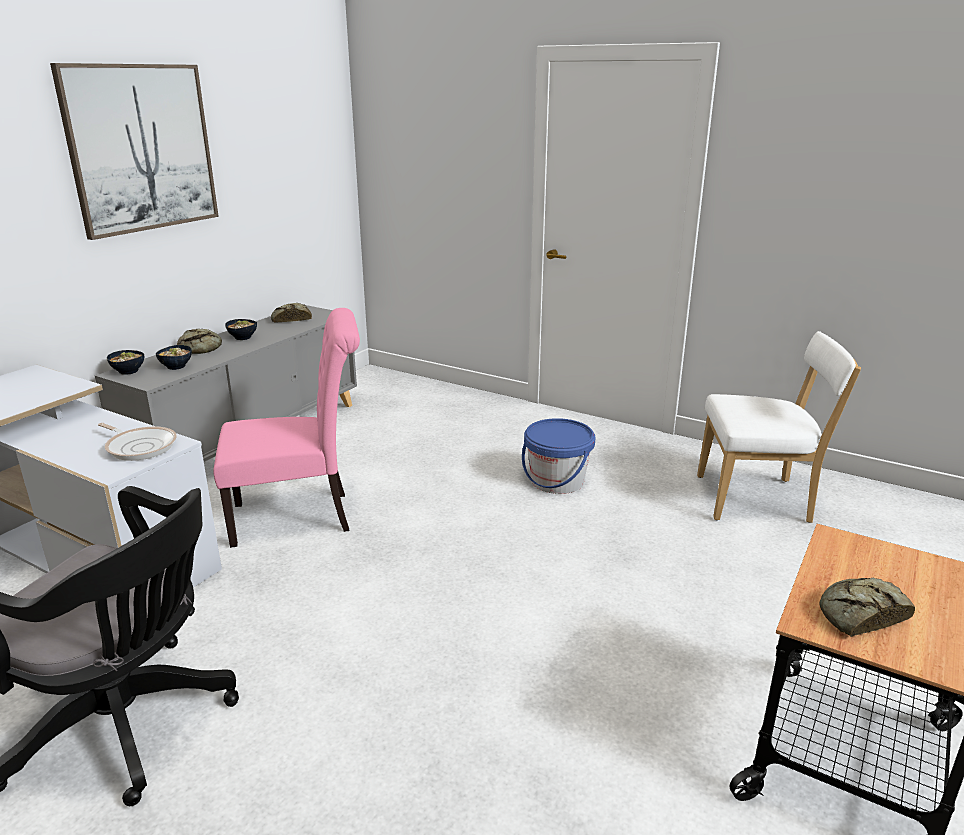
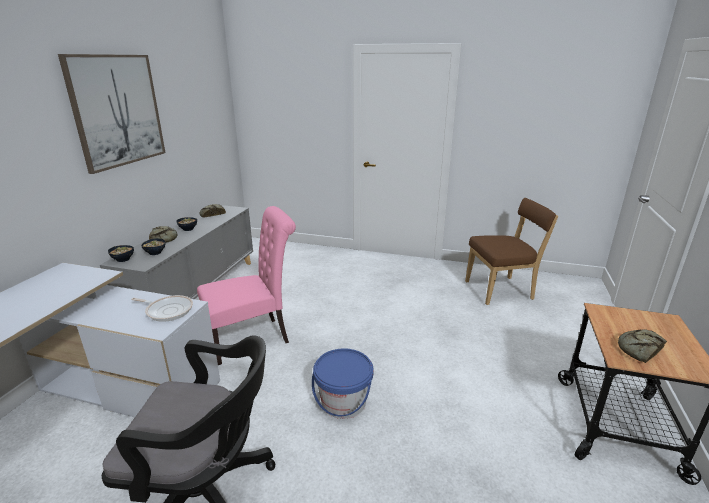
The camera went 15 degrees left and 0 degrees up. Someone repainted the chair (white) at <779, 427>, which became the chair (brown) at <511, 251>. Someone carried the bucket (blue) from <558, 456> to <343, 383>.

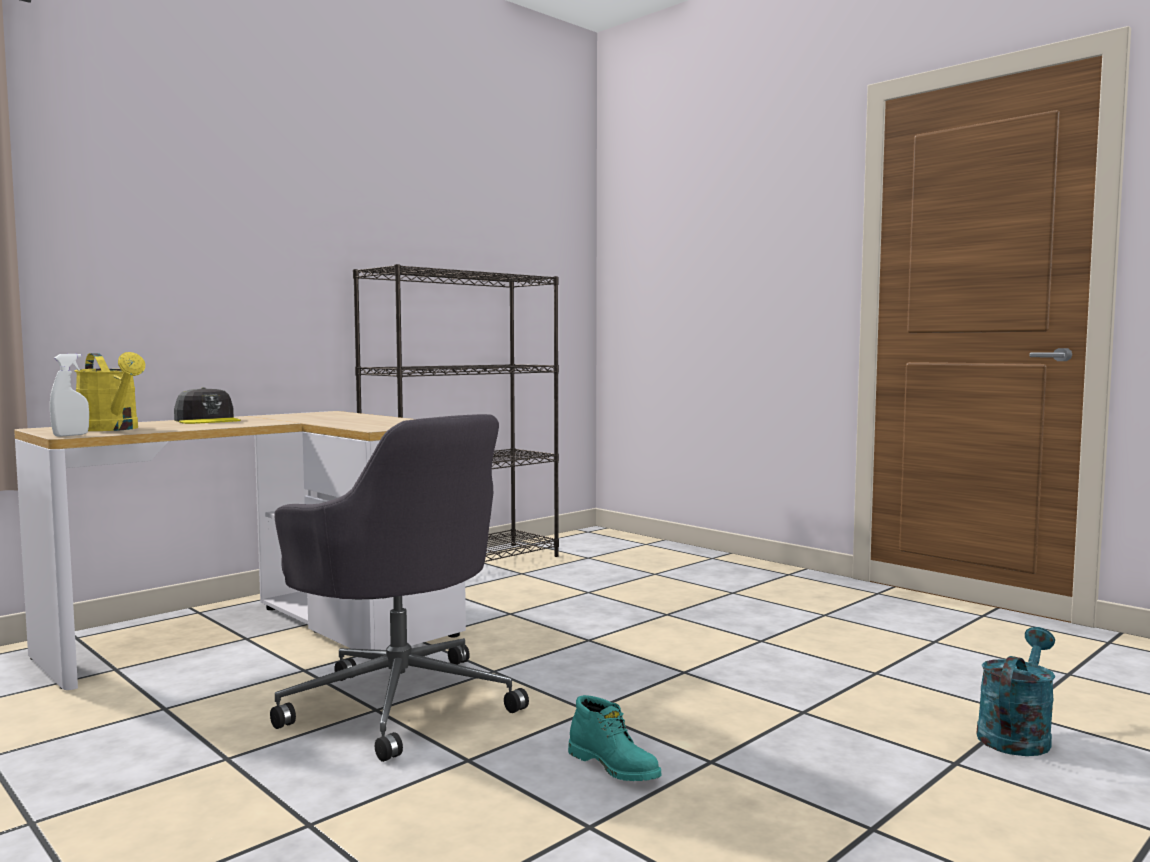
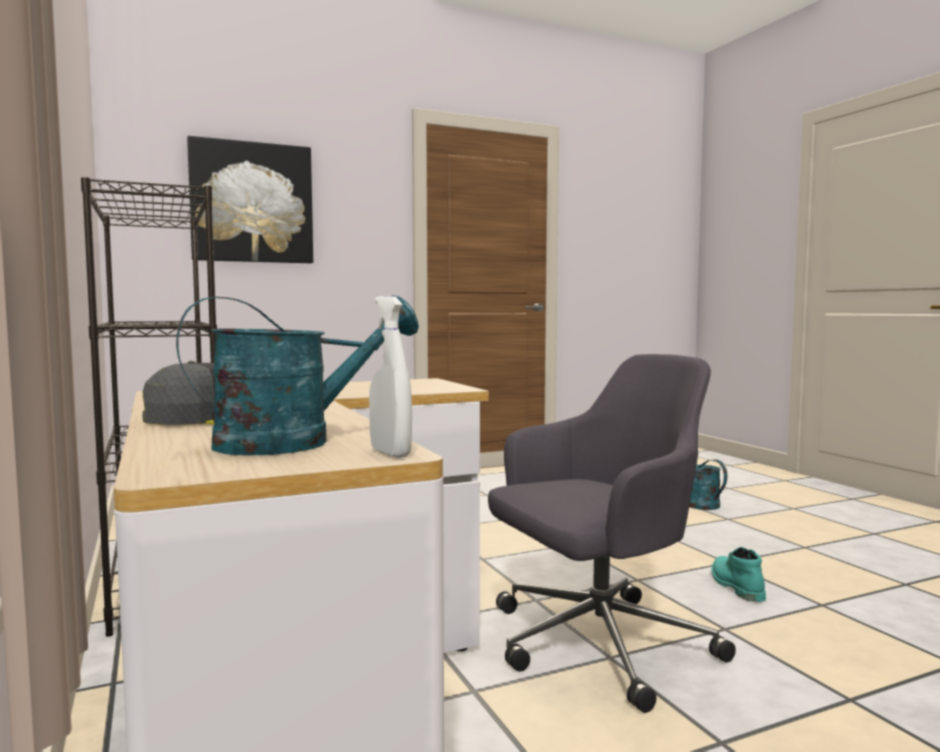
The camera went 70 degrees left and 0 degrees up. Someone repainted the watering can (yellow) at <110, 391>, which became the watering can (turquoise) at <297, 375>. Someone rotated the boot (turquoise) at <614, 738> by 75 degrees counterclockwise. Someone put up the picture at <250, 199>.

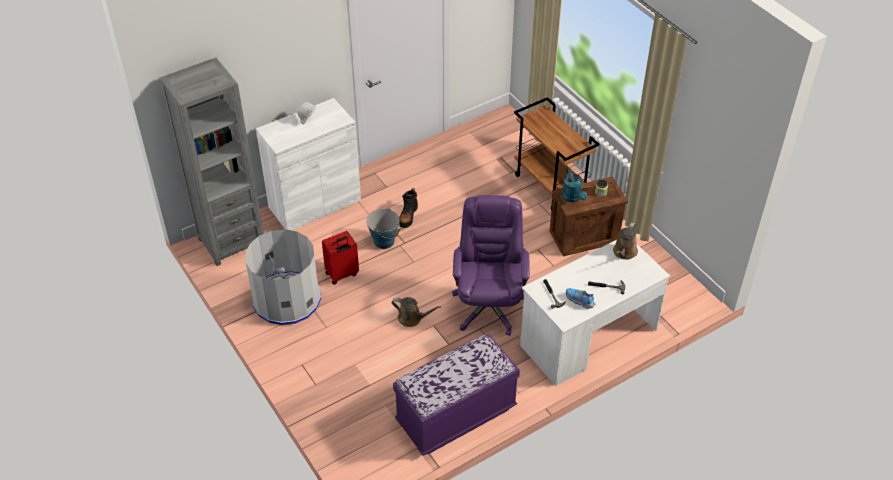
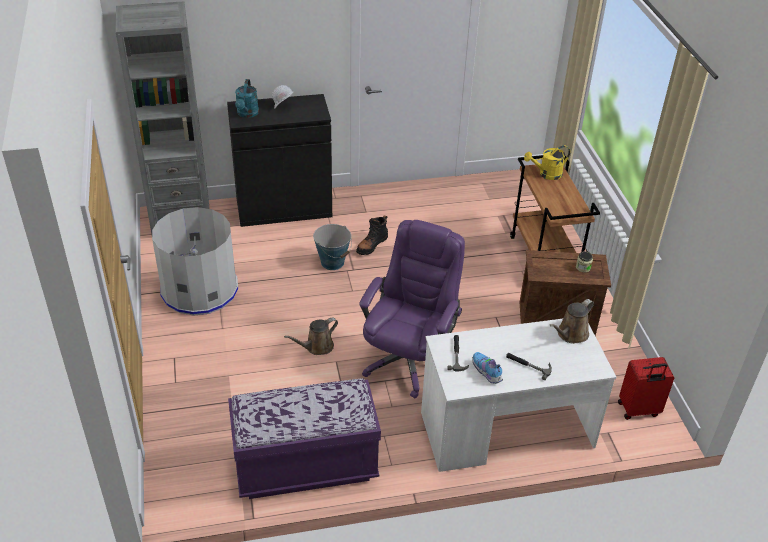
The camera went 20 degrees right and 5 degrees down. Someone repainted the cabinet (white) at <308, 164>, which became the cabinet (black) at <279, 160>. Someone carried the watering can (turquoise) from <574, 185> to <247, 98>. Someone carried the suitcase (red) from <340, 258> to <646, 388>. Someone rotated the watering can (brown) at <416, 312> by 105 degrees clockwise. Someone put down the watering can (yellow) at <547, 162>.

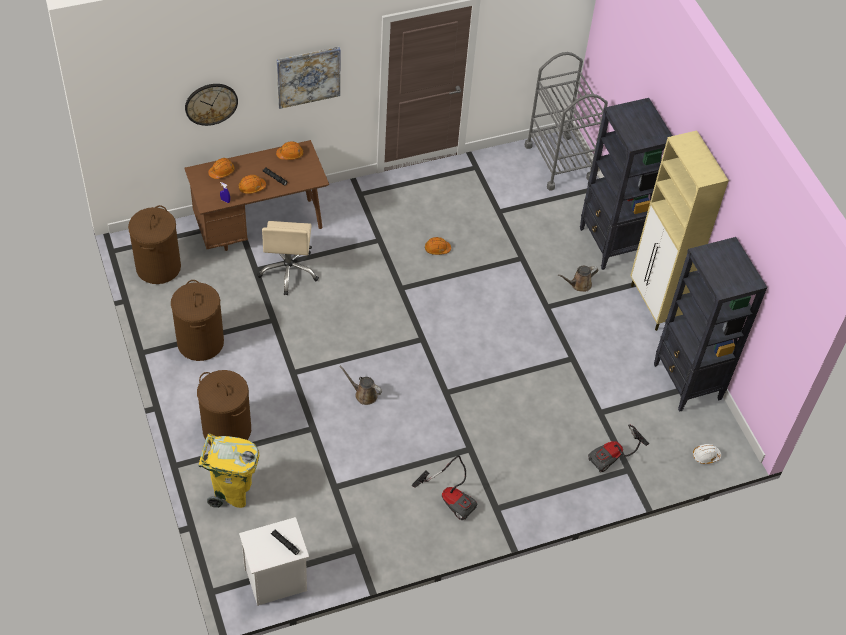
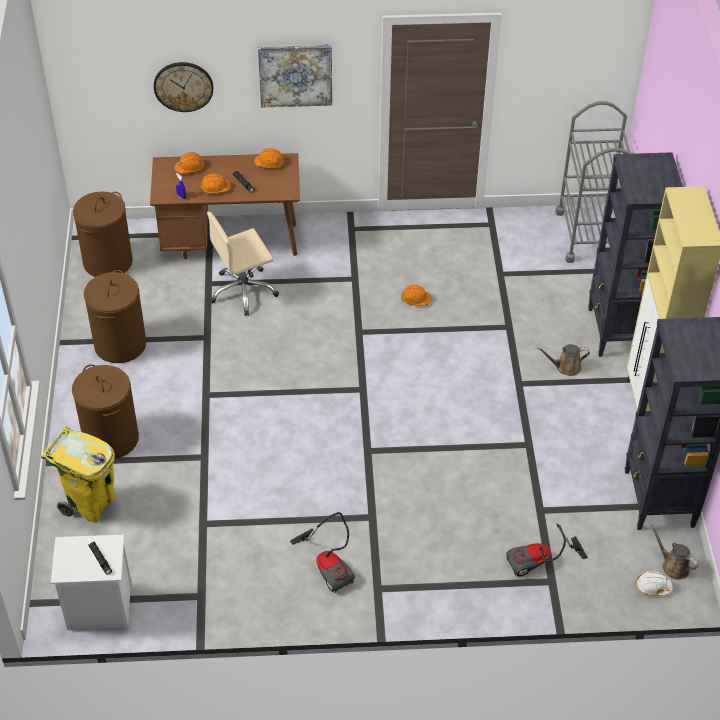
The camera went 20 degrees right and 5 degrees down. Someone rotated the office chair (beige) at <288, 258> by 45 degrees clockwise. Someone carried the watering can (brown) from <360, 385> to <674, 552>.

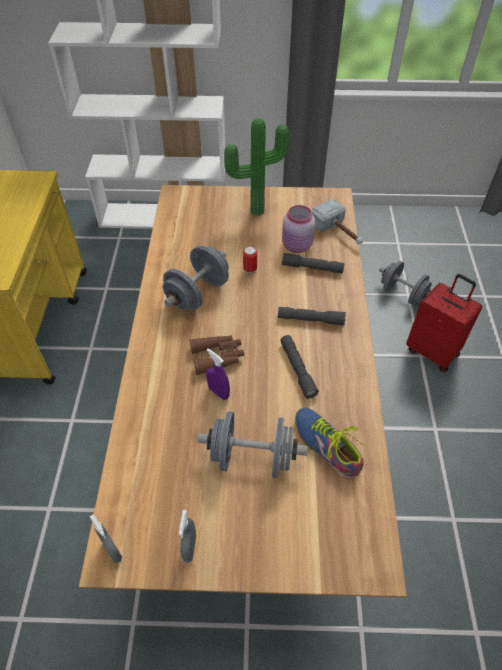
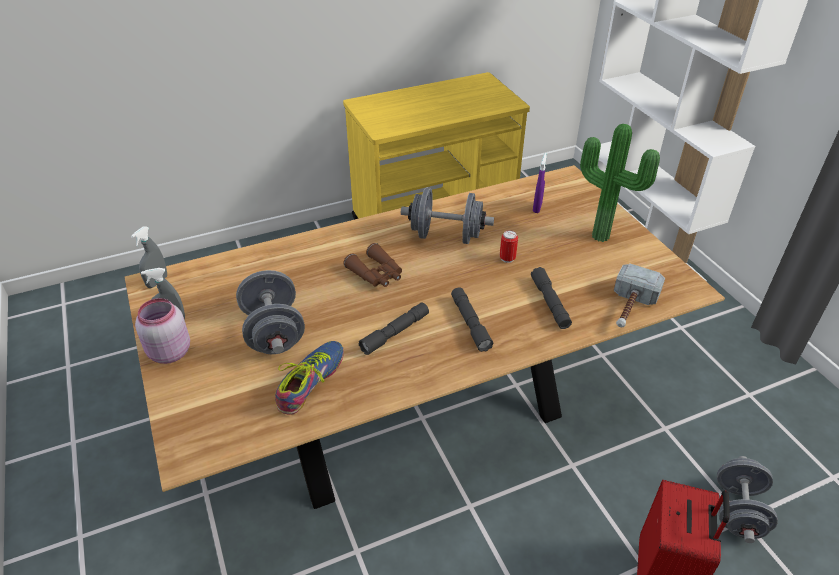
The camera went 65 degrees right and 10 degrees down. Someone carried the jar (pink) from <299, 229> to <162, 331>. Someone carried the spray bottle (purple) from <218, 374> to <540, 183>.

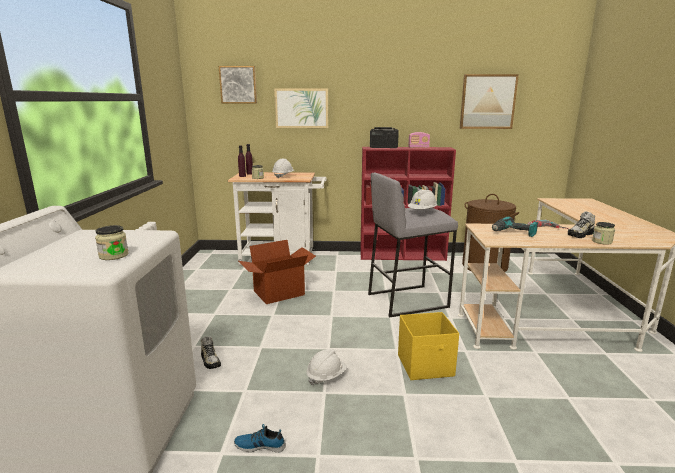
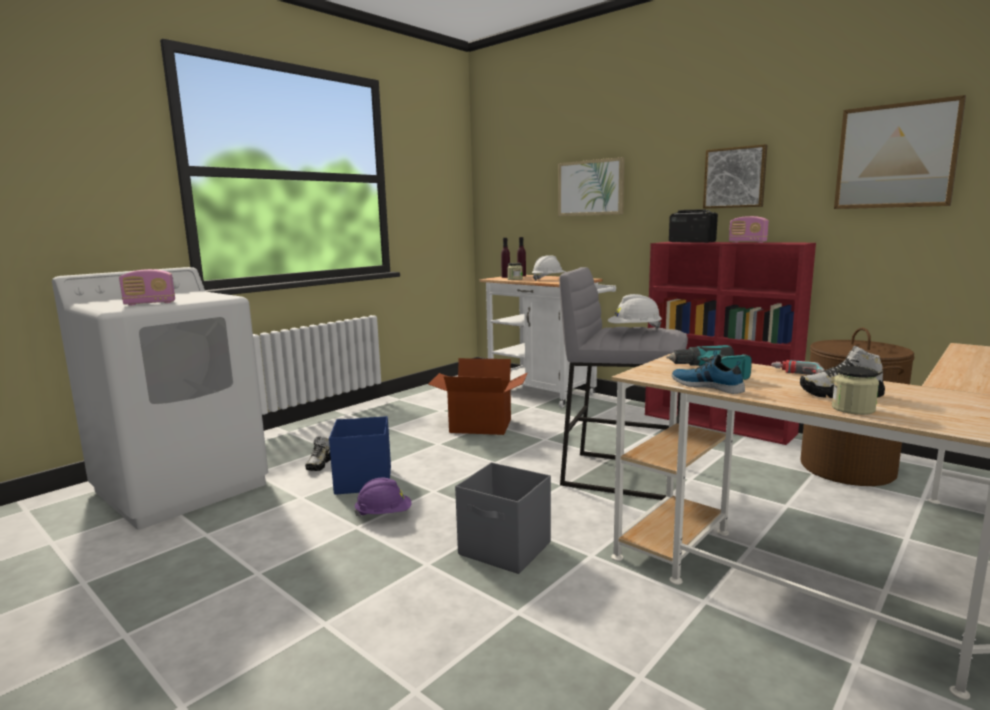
The camera went 40 degrees right and 5 degrees down. Someone carried the picture from <238, 85> to <735, 176>. Someone swapped the jar at <112, 242> for the radio at <147, 287>. Someone repainted the storage box (yellow) at <428, 346>, which became the storage box (grey) at <503, 518>. Someone repainted the hard hat (white) at <326, 367>, which became the hard hat (purple) at <383, 497>. Someone carried the shoe from <260, 438> to <708, 372>. Someone put down the storage box (blue) at <360, 455>.

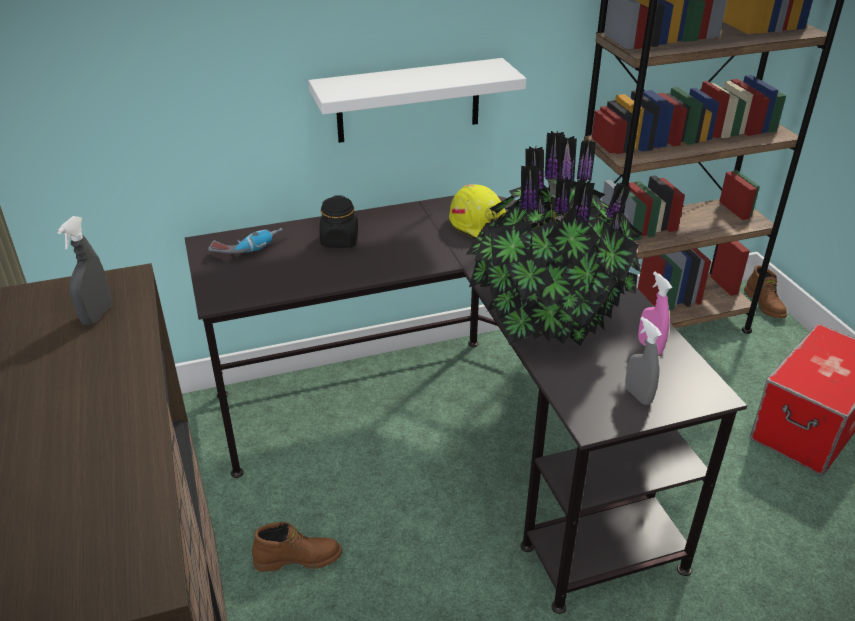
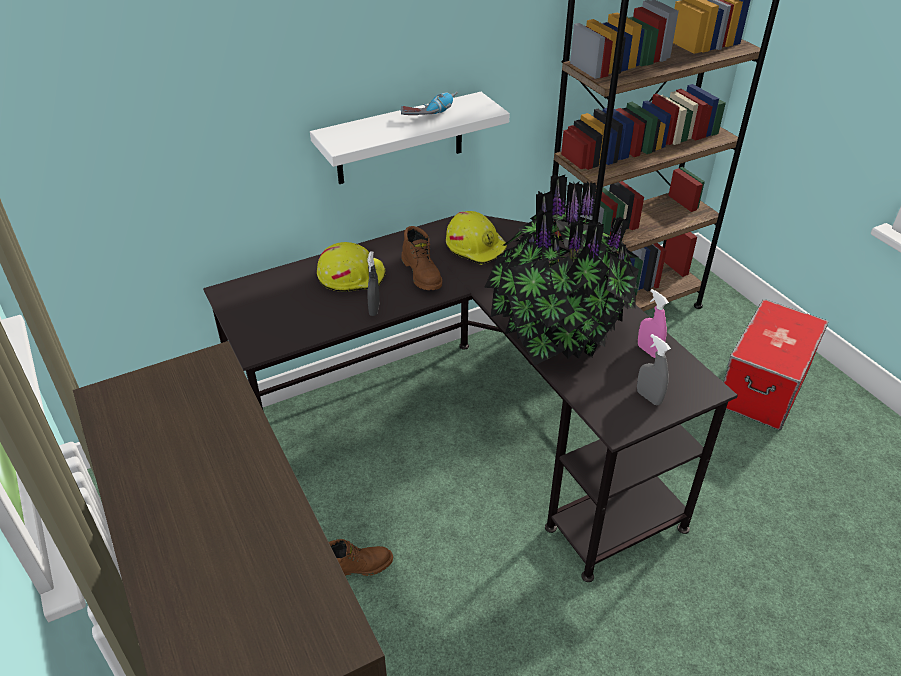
The camera went 10 degrees left and 5 degrees up. Someone swapped the jar (black) at <338, 222> for the hard hat (yellow) at <351, 267>. Someone carried the spray bottle (grey) from <84, 270> to <373, 283>. Someone carried the power drill from <245, 240> to <429, 103>. Someone carried the boot (brown) from <765, 291> to <421, 258>.

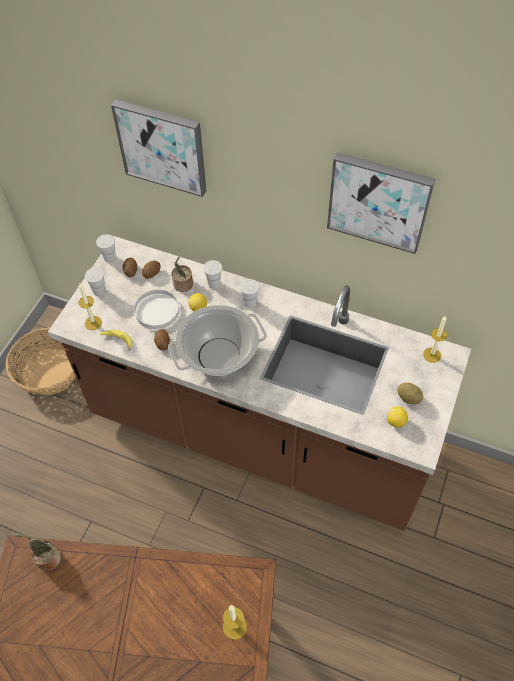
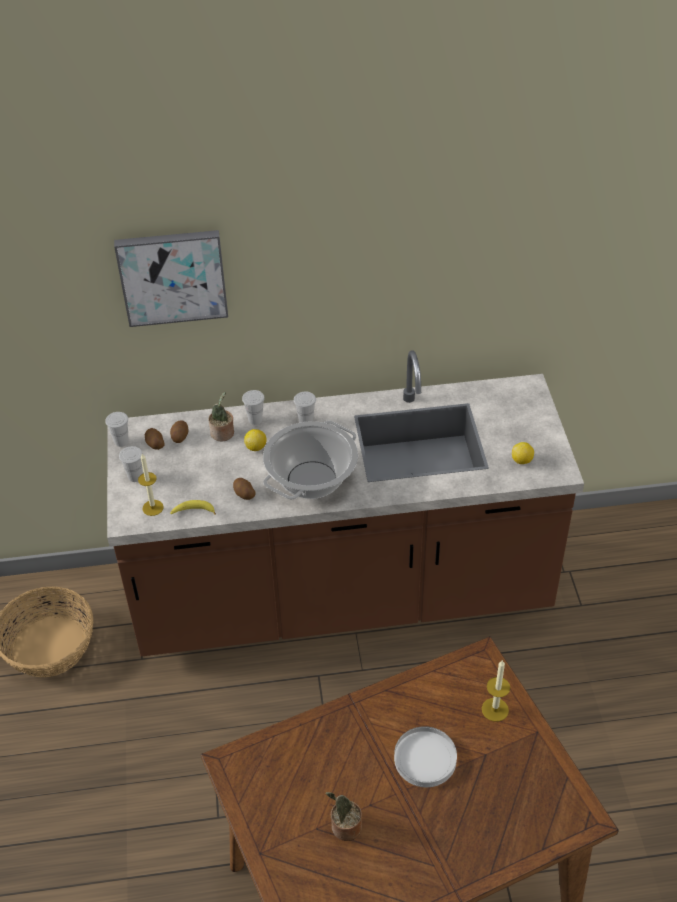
The camera went 30 degrees left and 10 degrees down. Someone took away the picture at <381, 203>. Someone carried the plate (white) from <156, 309> to <425, 756>. Someone took away the candle at <435, 339>. Someone took away the potato at <410, 393>. Someone carried the potted plant from <38, 552> to <343, 816>.

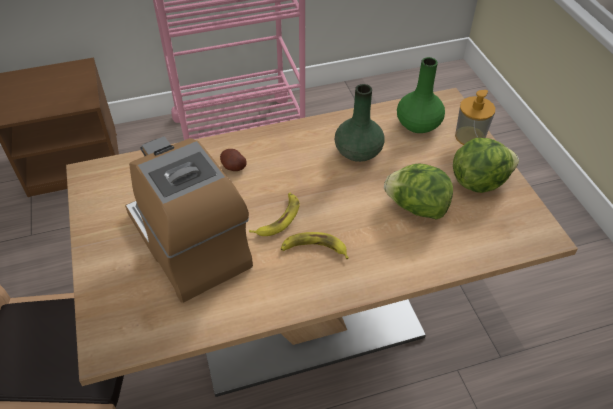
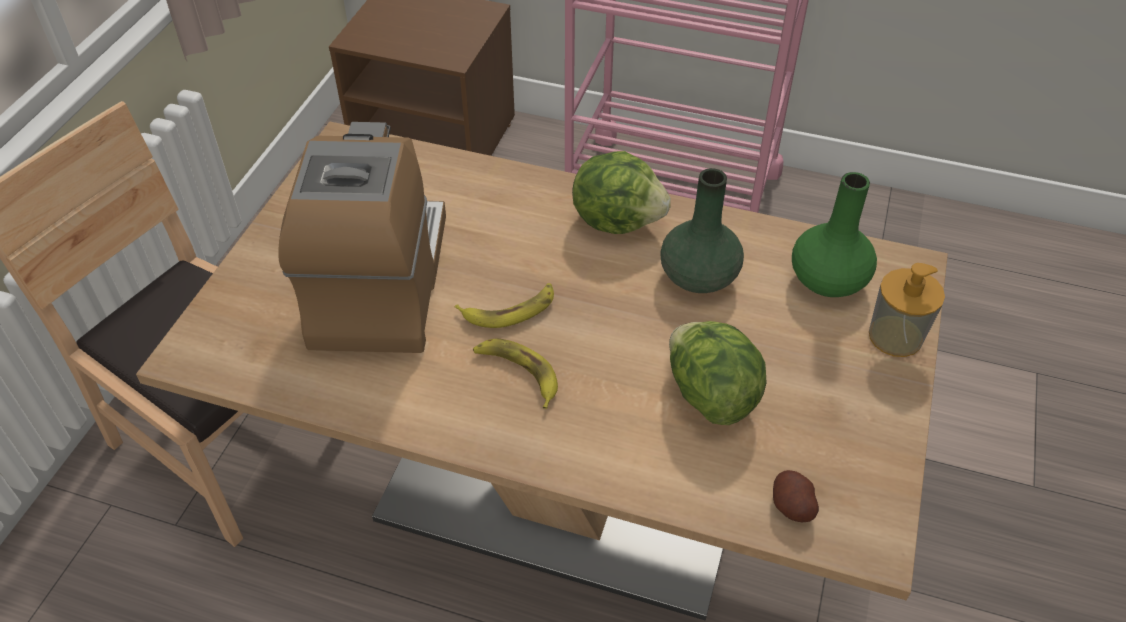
The camera went 35 degrees right and 0 degrees up. Someone carried the lettuce from <486, 165> to <621, 192>. Someone carried the potato from <233, 160> to <796, 496>.

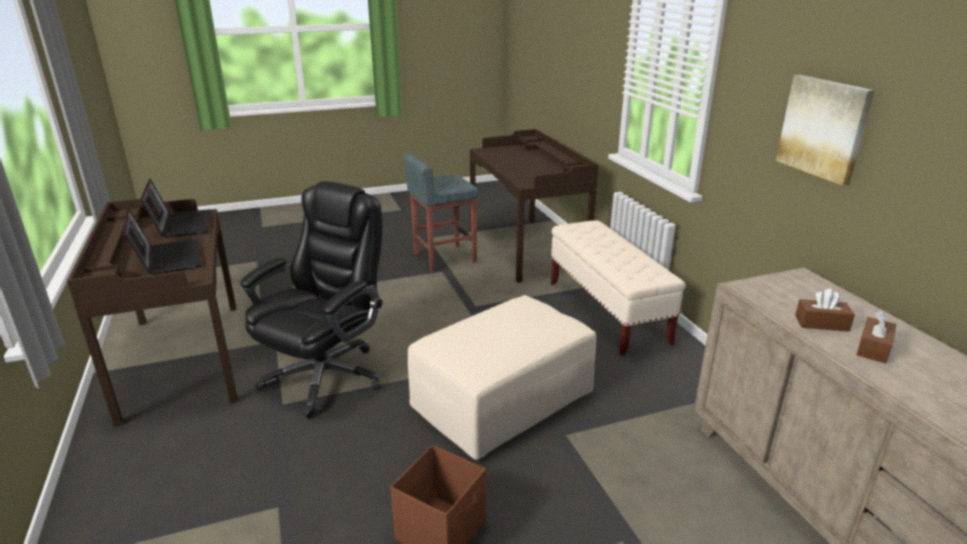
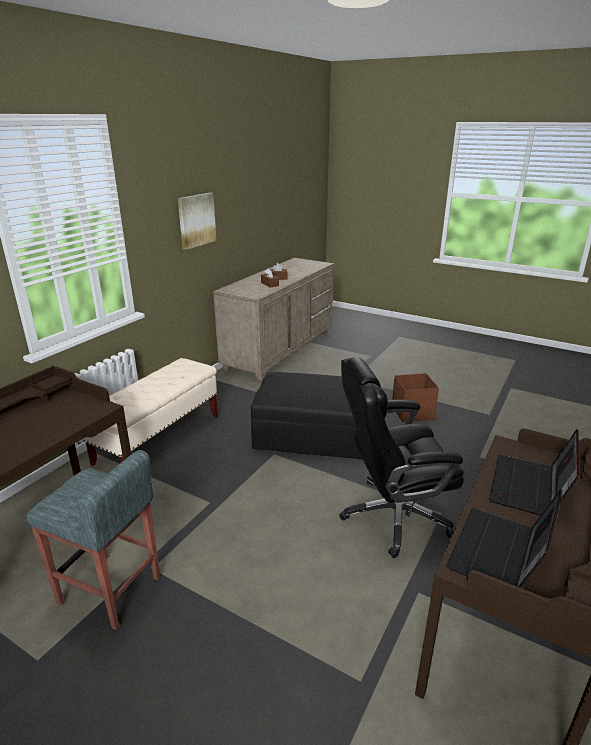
The camera went 130 degrees left and 0 degrees up. Someone repainted the ottoman (beige) at <502, 377>, which became the ottoman (black) at <307, 416>.

